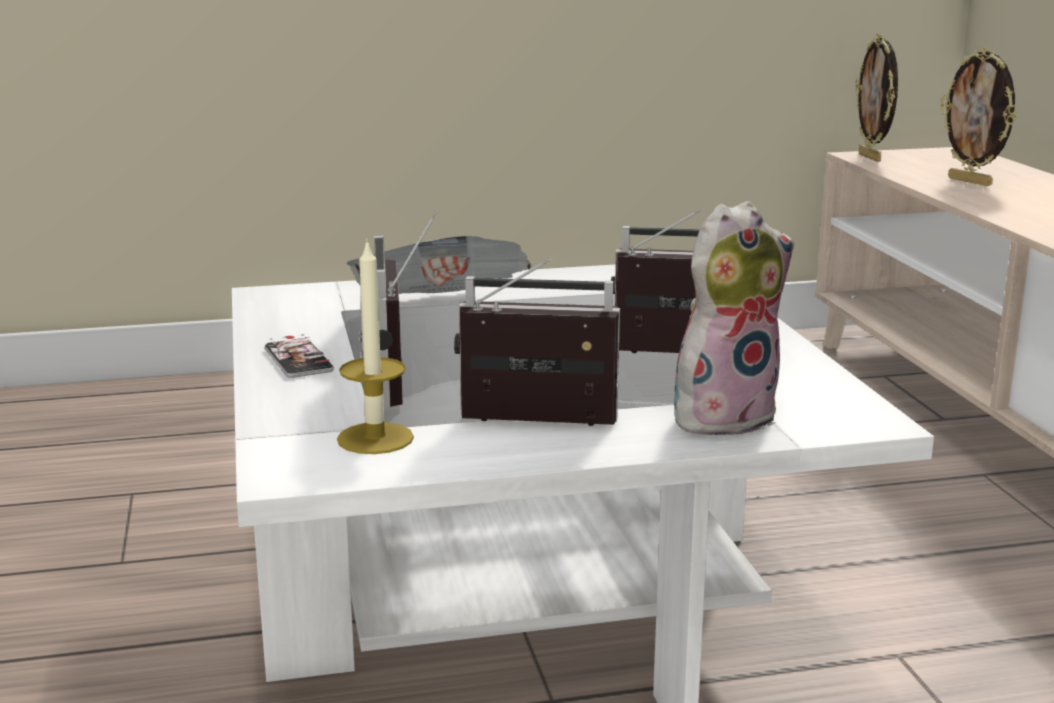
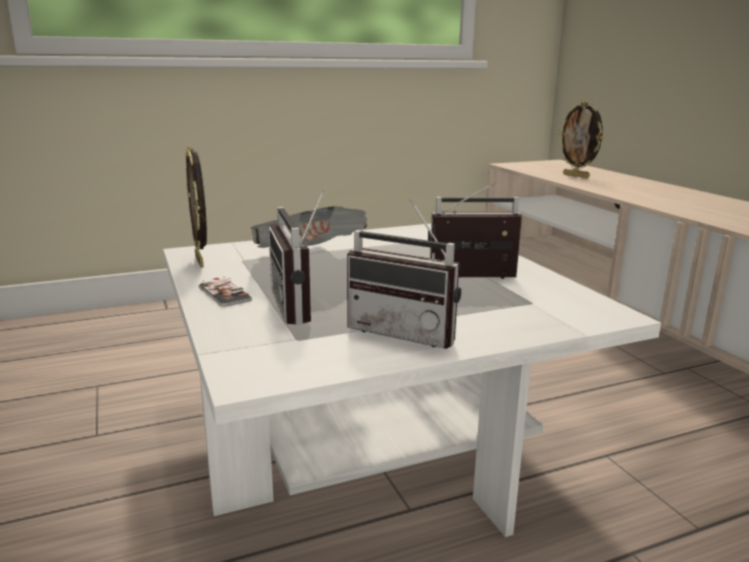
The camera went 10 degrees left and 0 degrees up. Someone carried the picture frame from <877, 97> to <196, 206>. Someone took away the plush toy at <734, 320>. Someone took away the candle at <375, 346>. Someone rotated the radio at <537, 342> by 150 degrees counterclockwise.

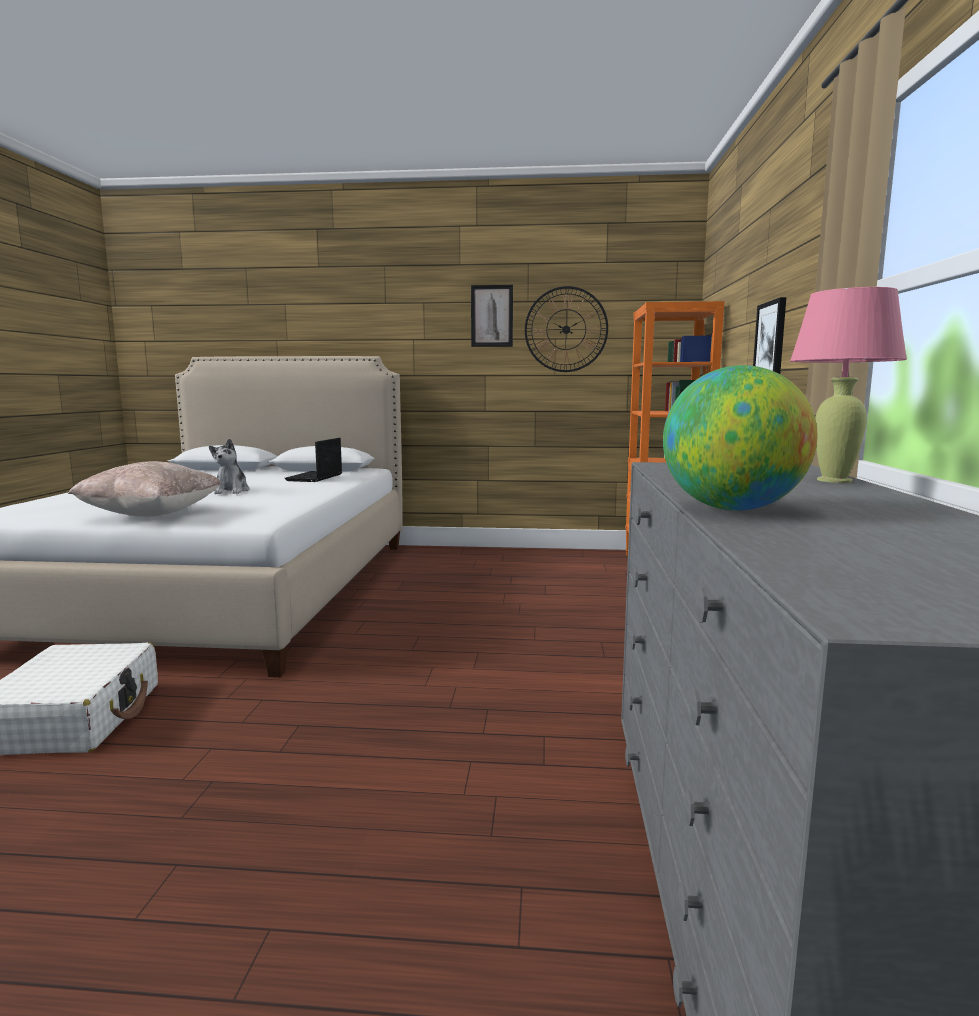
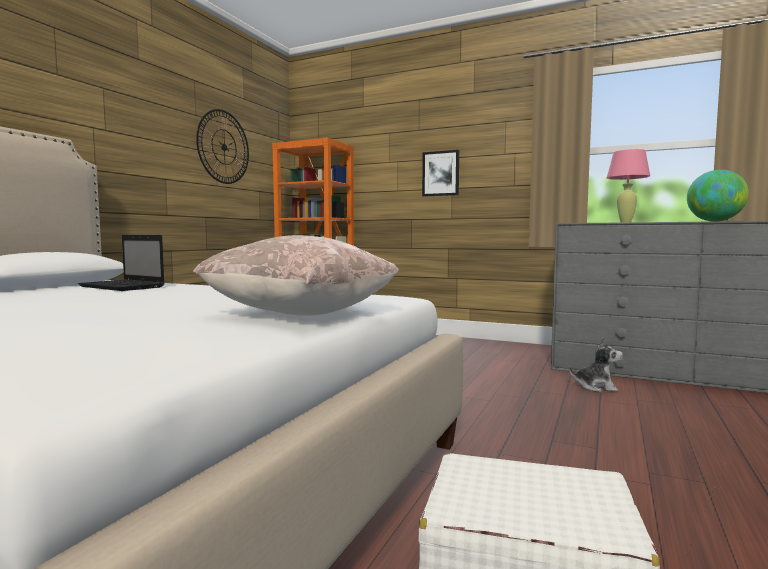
The camera went 70 degrees left and 5 degrees down. Someone took away the picture at <492, 316>. Someone carried the plush toy from <229, 466> to <596, 364>.

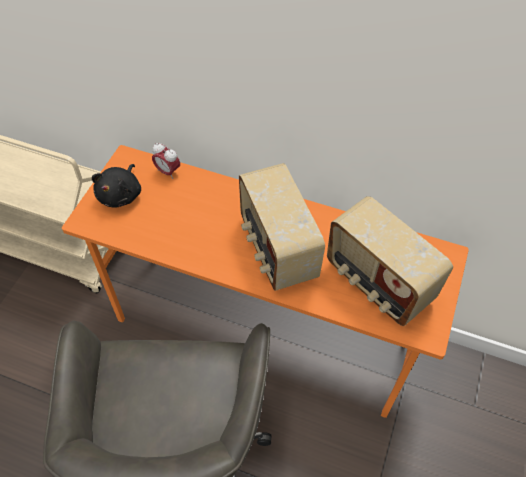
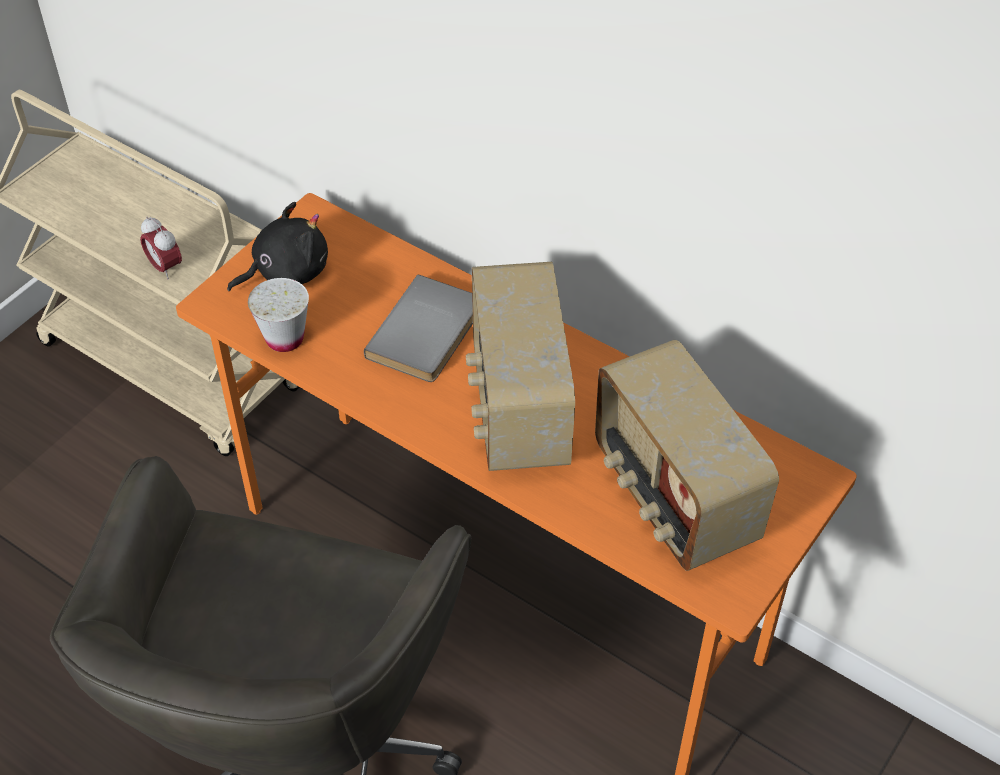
The camera went 15 degrees right and 5 degrees down. Someone carried the alarm clock from <166, 161> to <161, 248>. Someone rotated the plush toy (black) at <116, 186> by 150 degrees counterclockwise. Someone put down the book (grey) at <418, 328>. Someone put down the cup (white) at <278, 315>.

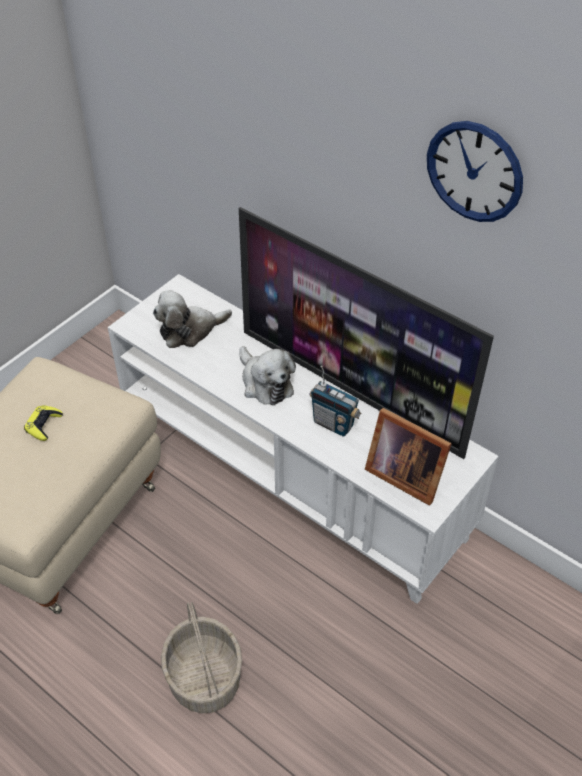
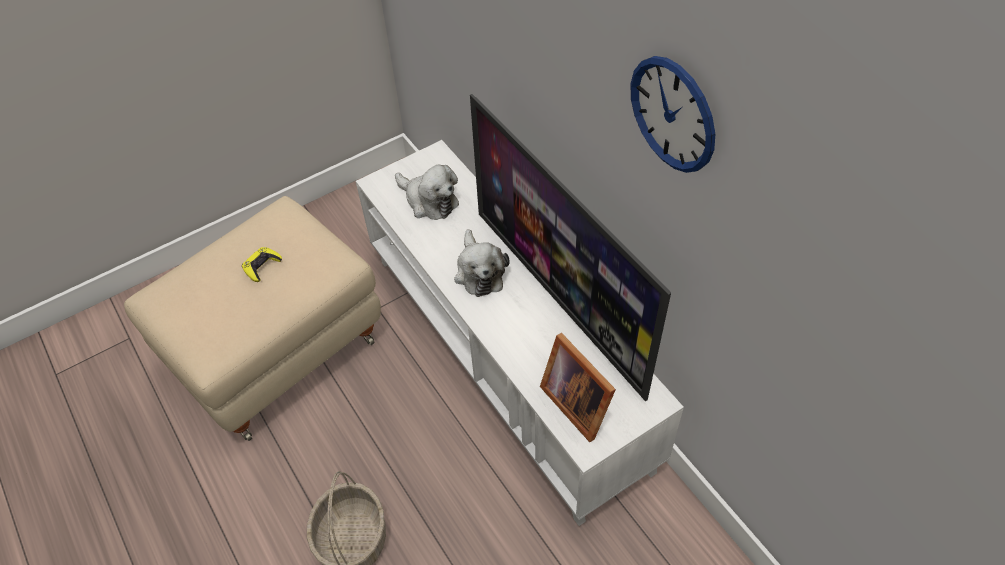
The camera went 20 degrees right and 5 degrees up. Someone rotated the plush toy at <192, 319> by 135 degrees counterclockwise. Someone took away the radio at <335, 401>.

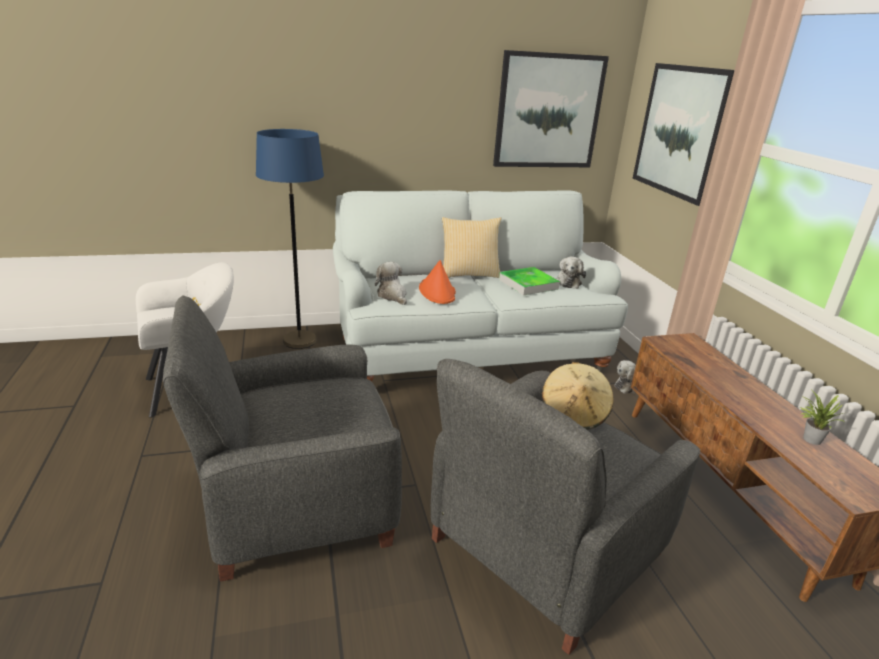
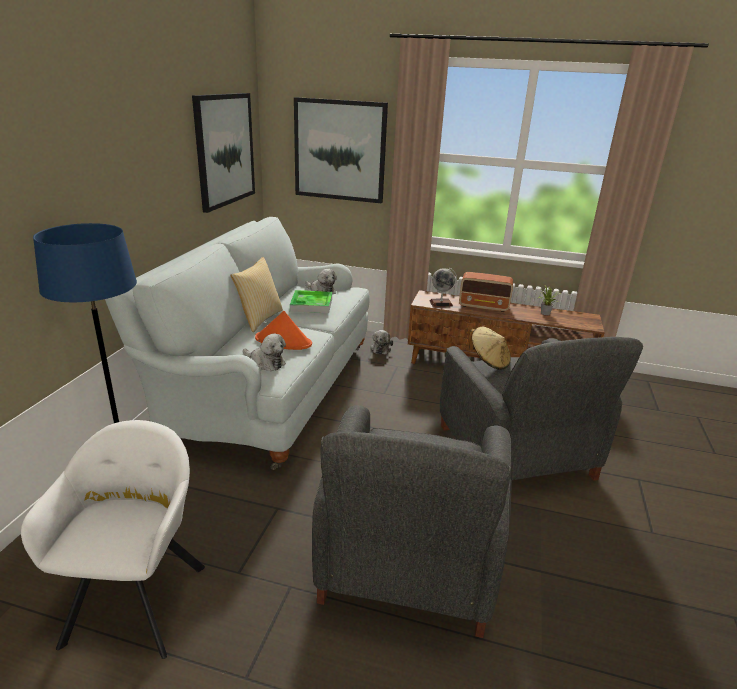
The camera went 60 degrees left and 0 degrees up. Someone rotated the plush toy at <391, 283> by 150 degrees counterclockwise. Someone put down the globe at <443, 287>. Someone put down the radio at <486, 292>.

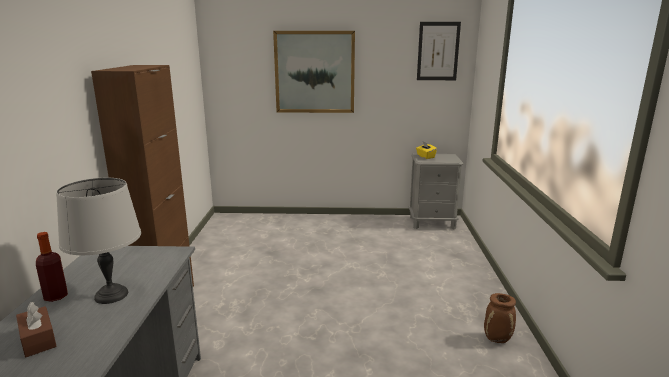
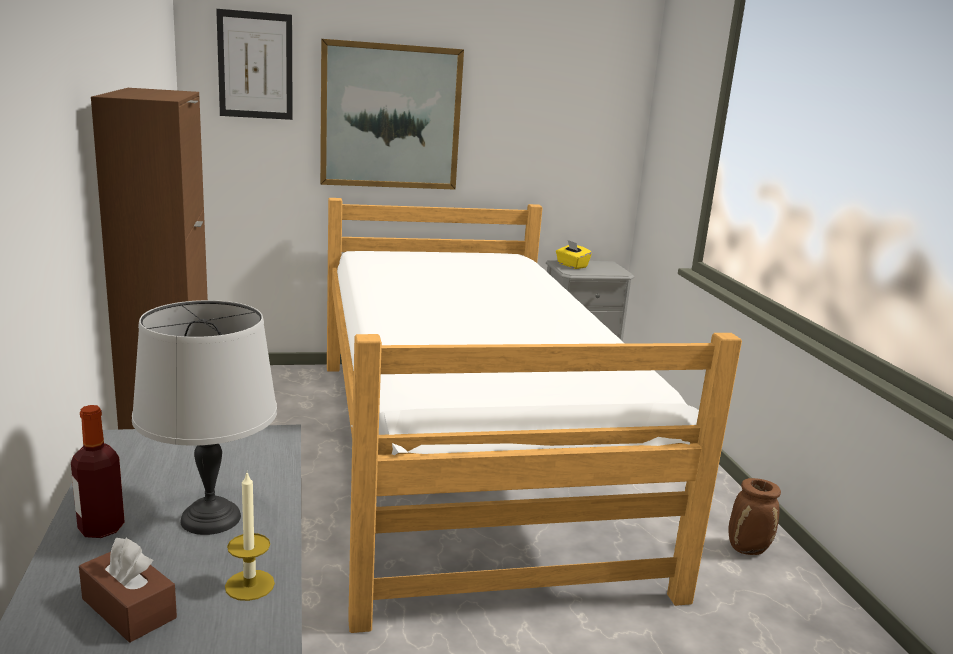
The camera went 15 degrees left and 0 degrees up. Someone carried the picture from <439, 51> to <254, 64>. Someone put down the bed at <534, 415>. Someone put down the candle at <250, 537>.

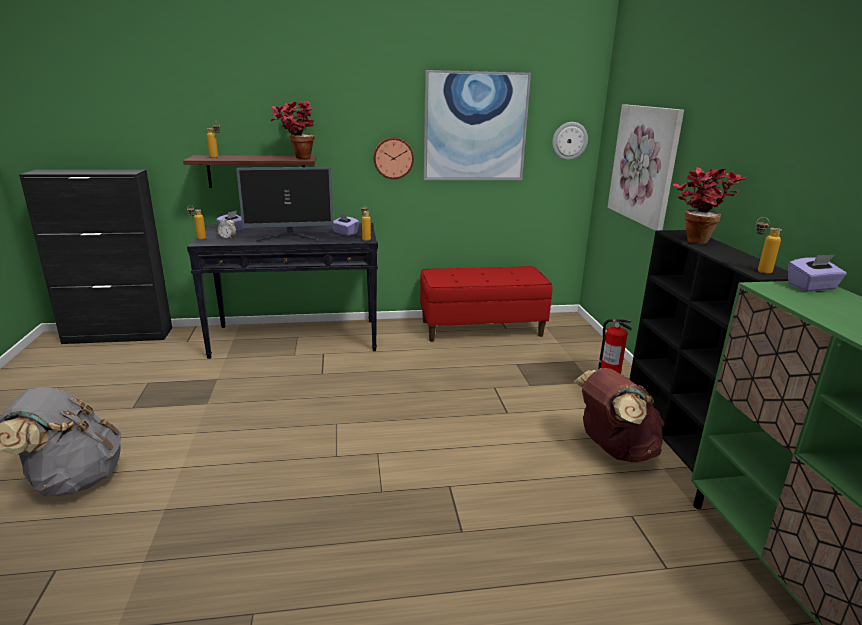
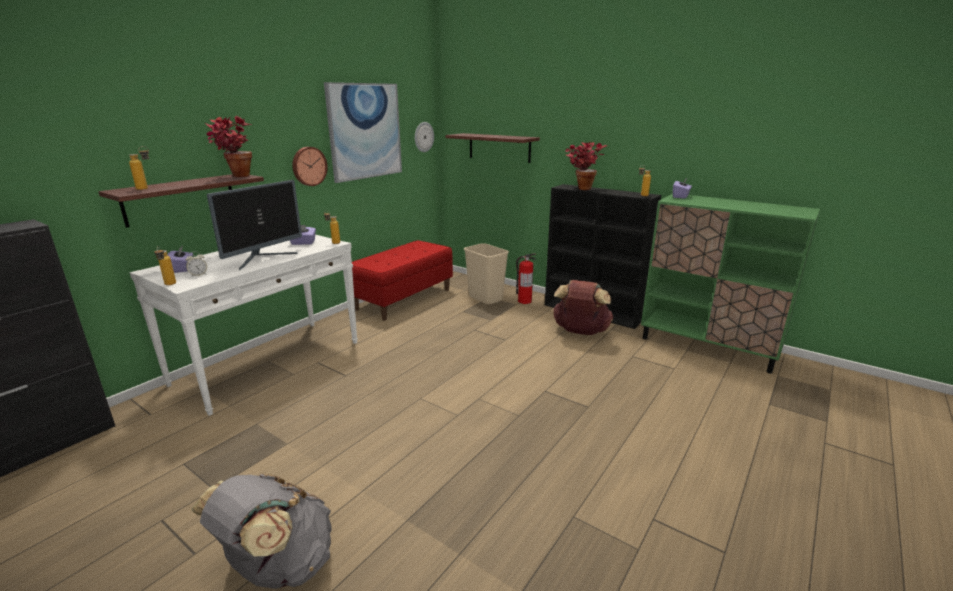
The camera went 45 degrees left and 0 degrees up. Someone swapped the picture at <645, 167> for the shelf at <492, 148>. Someone repainted the console table (black) at <282, 291>, which became the console table (white) at <244, 325>. Someone put down the trash can (beige) at <486, 274>.

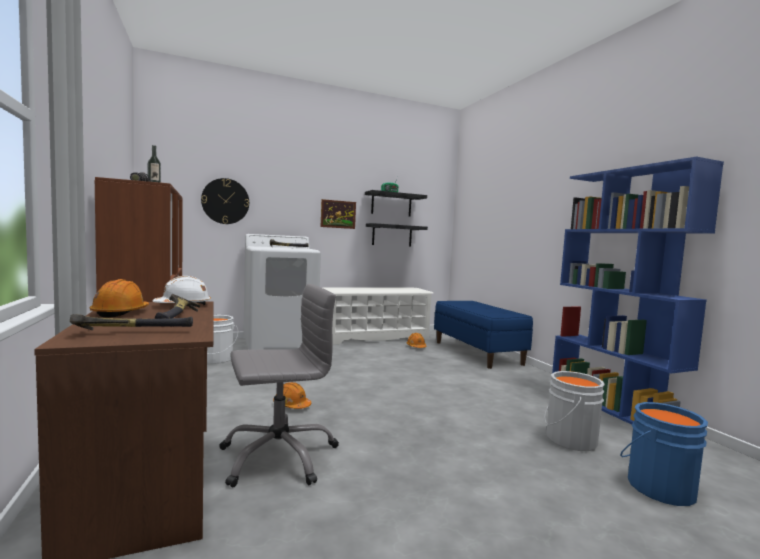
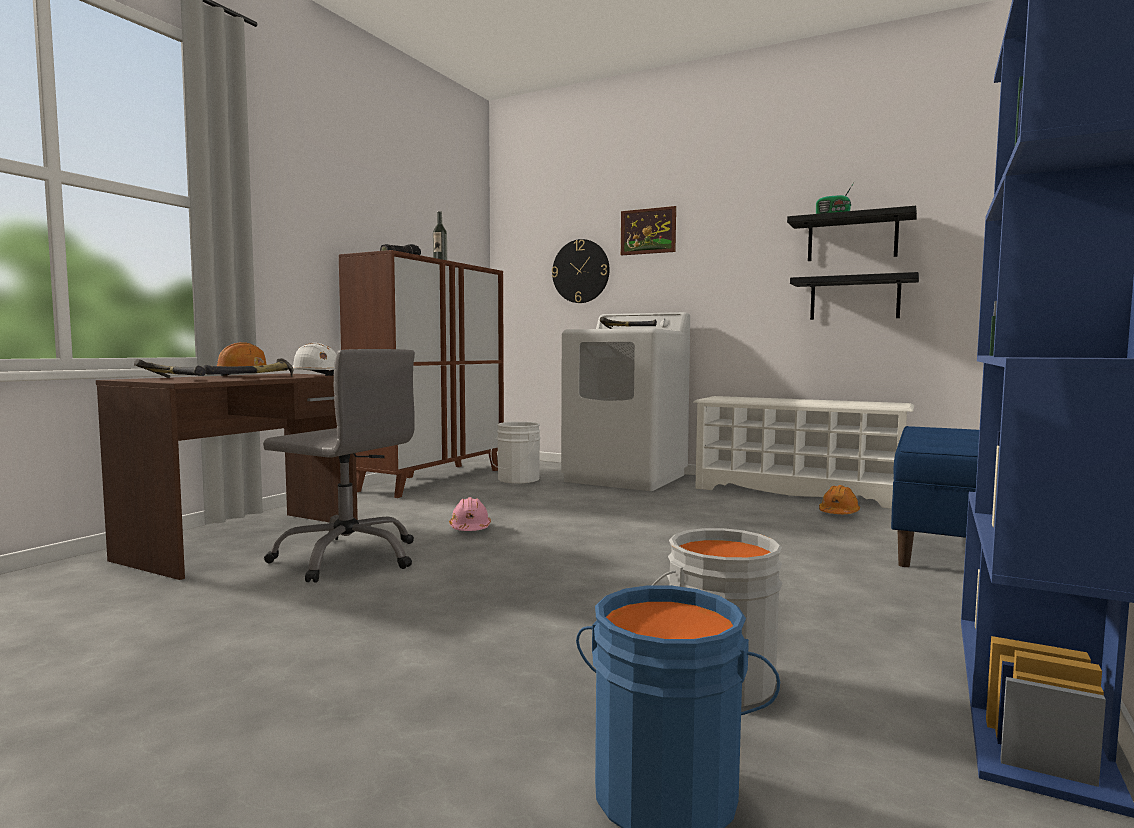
The camera went 50 degrees right and 0 degrees up. Someone carried the picture from <338, 214> to <648, 230>. Someone repainted the hard hat (orange) at <292, 395>, which became the hard hat (pink) at <470, 514>.

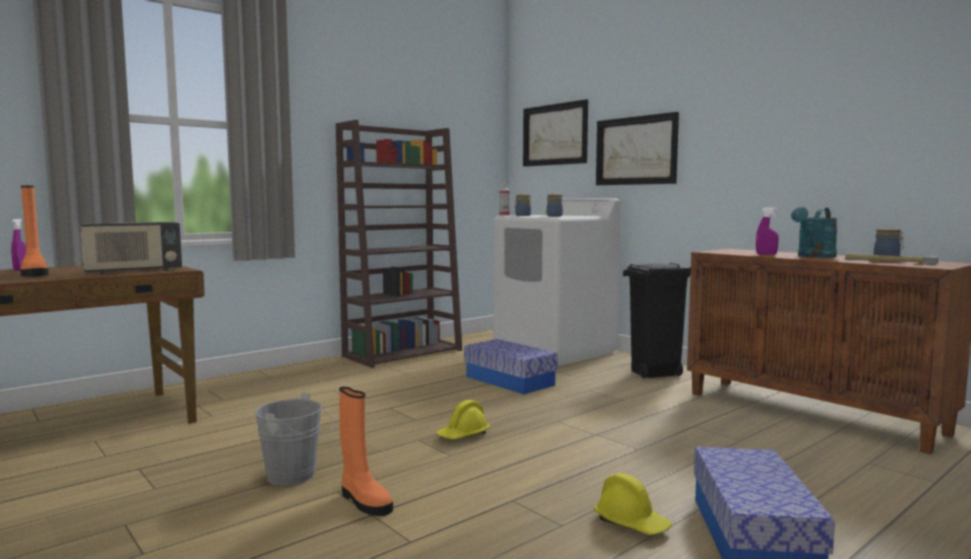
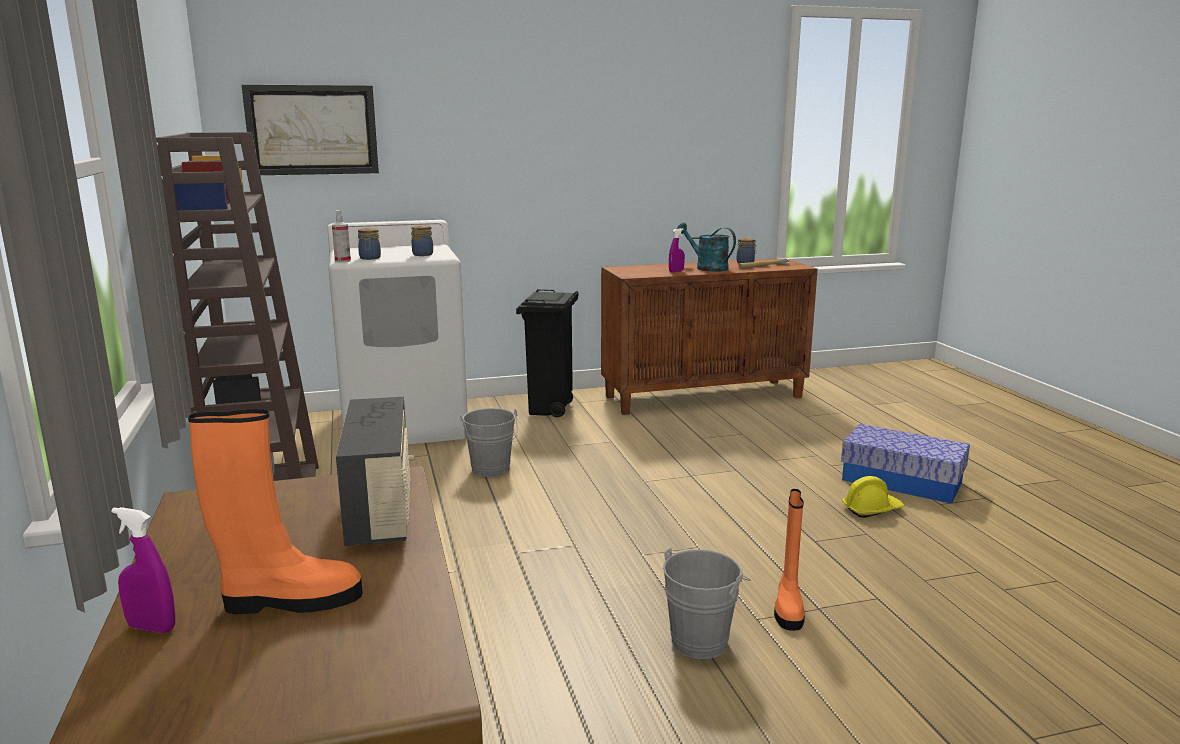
The camera went 65 degrees left and 10 degrees up. Someone took away the picture at <637, 148>. Someone rotated the watering can (turquoise) at <814, 232> by 150 degrees clockwise. Someone swapped the storage box at <511, 366> for the bucket (grey) at <489, 442>. Someone rotated the boot (orange) at <366, 451> by 120 degrees clockwise. Someone took away the hard hat (yellow) at <463, 419>.

